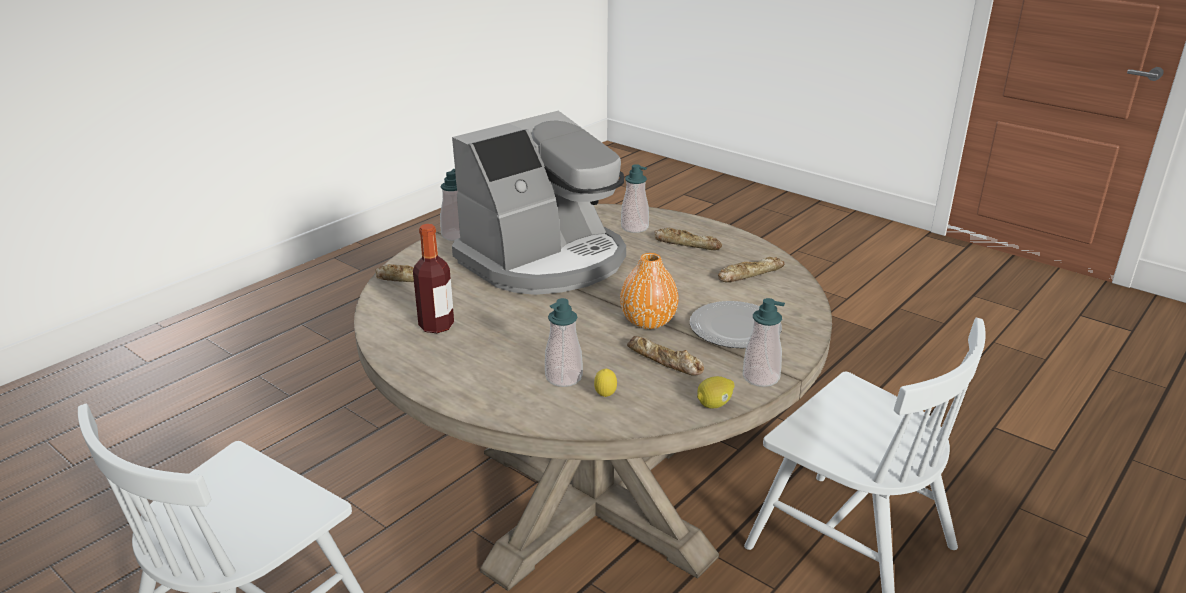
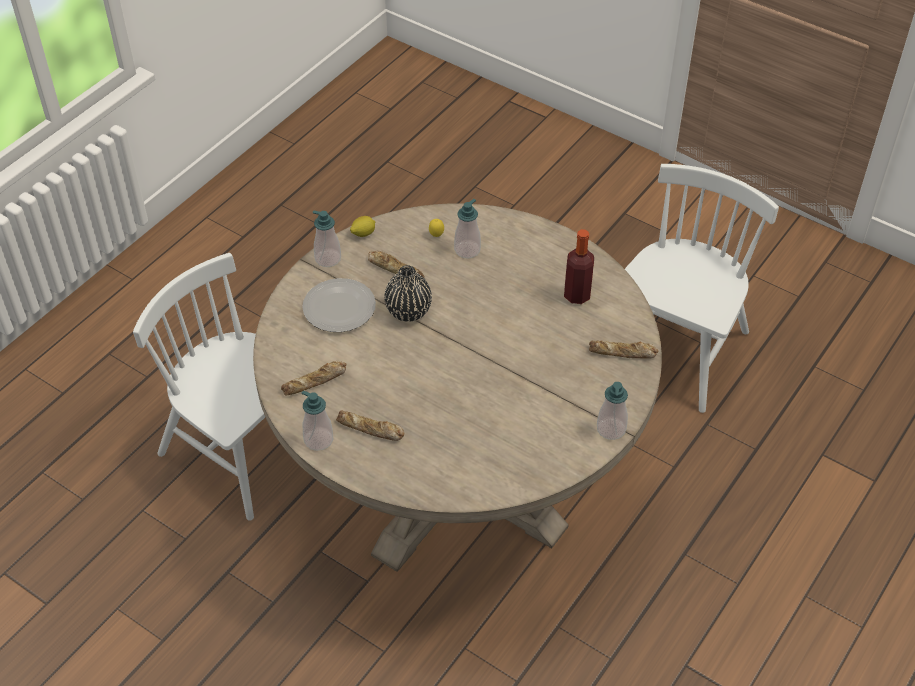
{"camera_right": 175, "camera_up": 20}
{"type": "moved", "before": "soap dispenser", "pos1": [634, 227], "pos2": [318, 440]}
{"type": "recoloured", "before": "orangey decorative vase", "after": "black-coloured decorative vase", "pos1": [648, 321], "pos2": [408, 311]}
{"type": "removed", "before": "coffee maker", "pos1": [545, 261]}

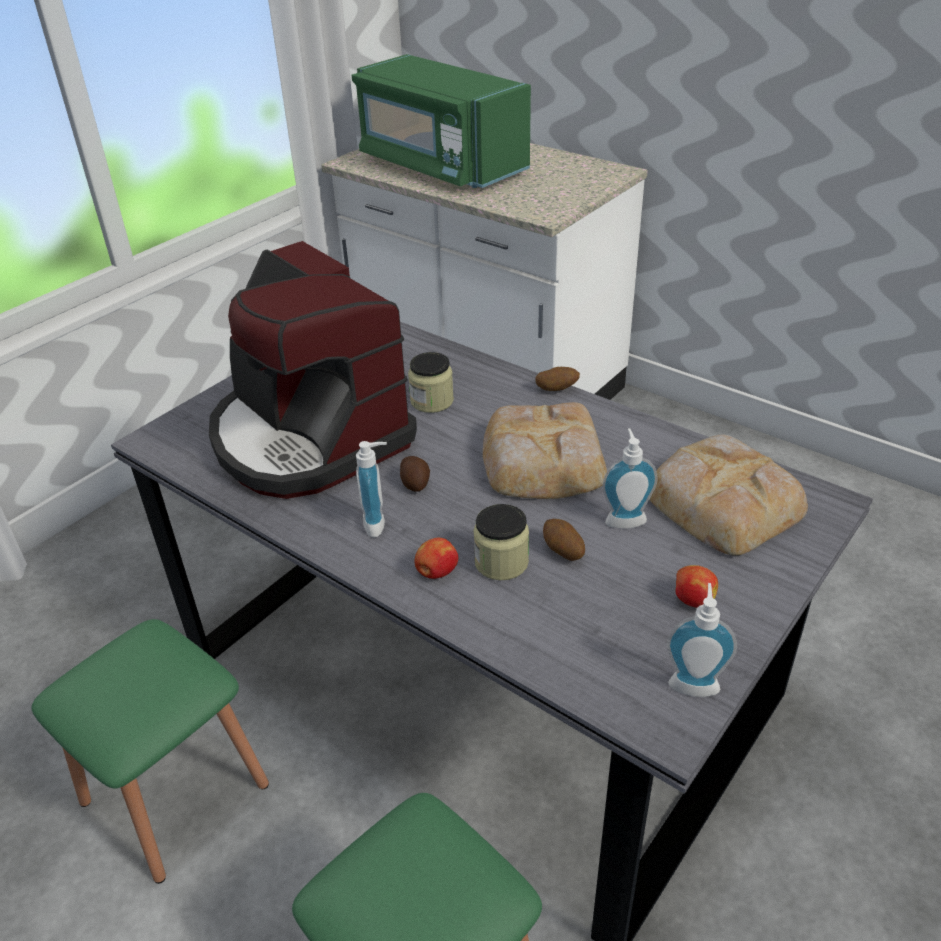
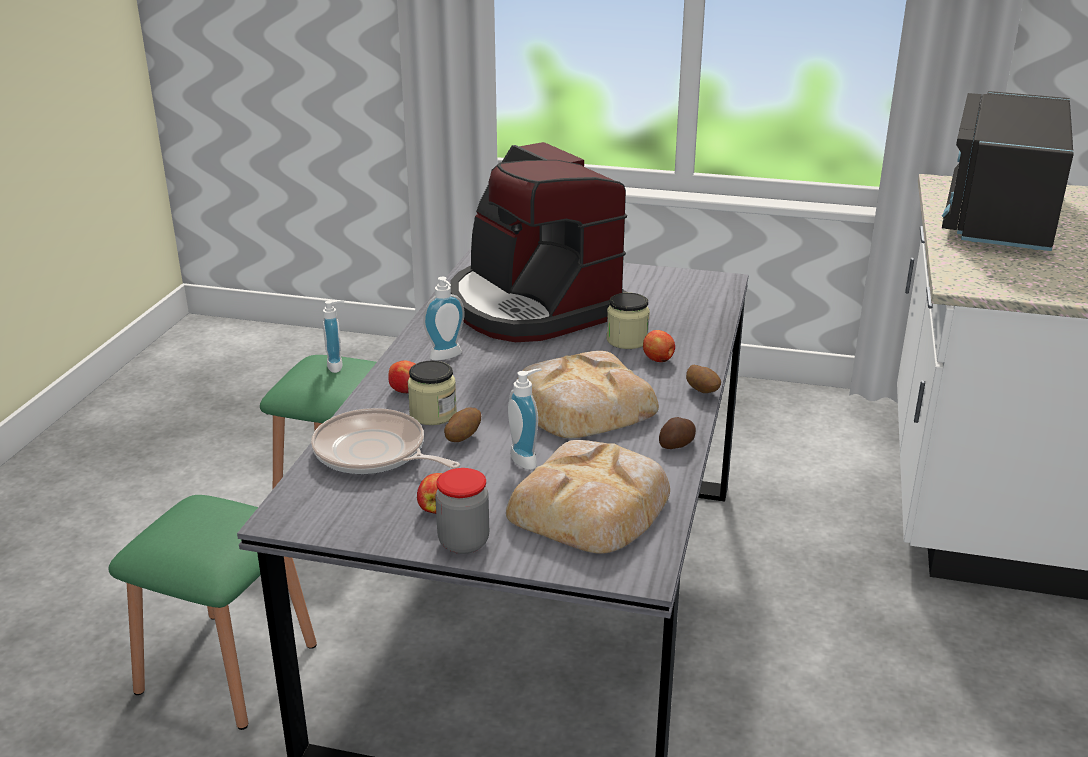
{"camera_right": 65, "camera_up": -10}
{"type": "added", "after": "frying pan", "pos2": [374, 453]}
{"type": "moved", "before": "soap dispenser", "pos1": [693, 682], "pos2": [338, 366]}
{"type": "added", "after": "storage jar", "pos2": [463, 542]}
{"type": "turned", "before": "coffee maker", "pos1": [308, 437], "pos2": [532, 306], "turn": -60}
{"type": "added", "after": "whole apple", "pos2": [658, 360]}
{"type": "moved", "before": "spud", "pos1": [415, 482], "pos2": [677, 445]}
{"type": "recoloured", "before": "green-coloured kitchen microwave", "after": "black-coloured kitchen microwave", "pos1": [440, 165], "pos2": [999, 217]}

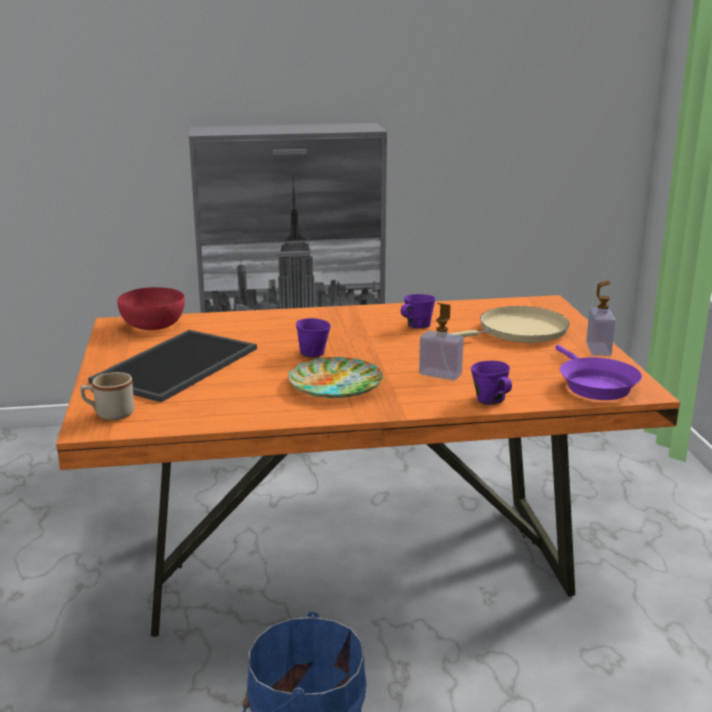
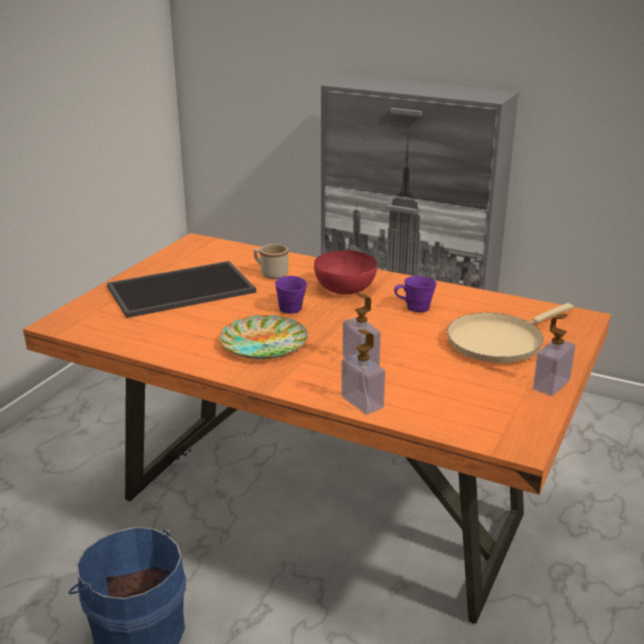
{"camera_right": 35, "camera_up": 5}
{"type": "moved", "before": "sand-coloured mug", "pos1": [109, 414], "pos2": [270, 273]}
{"type": "moved", "before": "reddish serving bowl", "pos1": [152, 325], "pos2": [344, 288]}
{"type": "replaced", "before": "purple mug", "after": "soap dispenser", "pos1": [491, 401], "pos2": [362, 402]}
{"type": "turned", "before": "sand-coloured frying pan", "pos1": [517, 332], "pos2": [499, 341], "turn": 135}
{"type": "removed", "before": "purple frying pan", "pos1": [594, 385]}

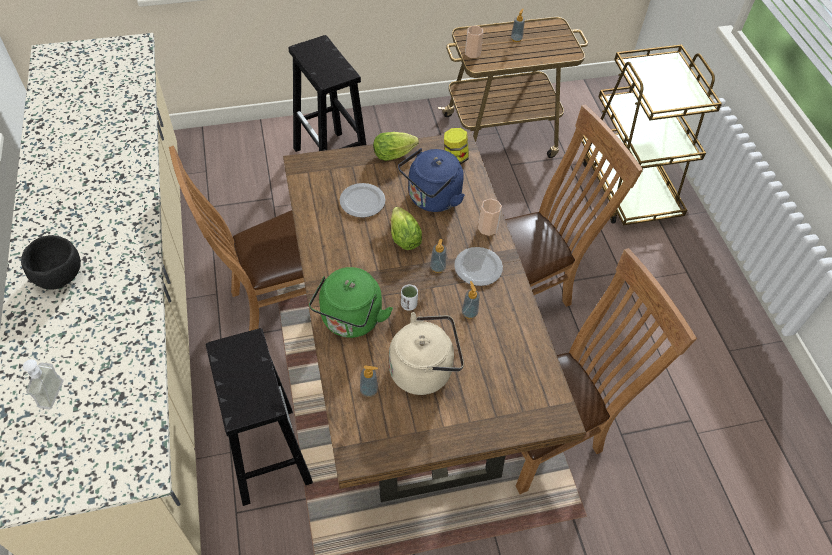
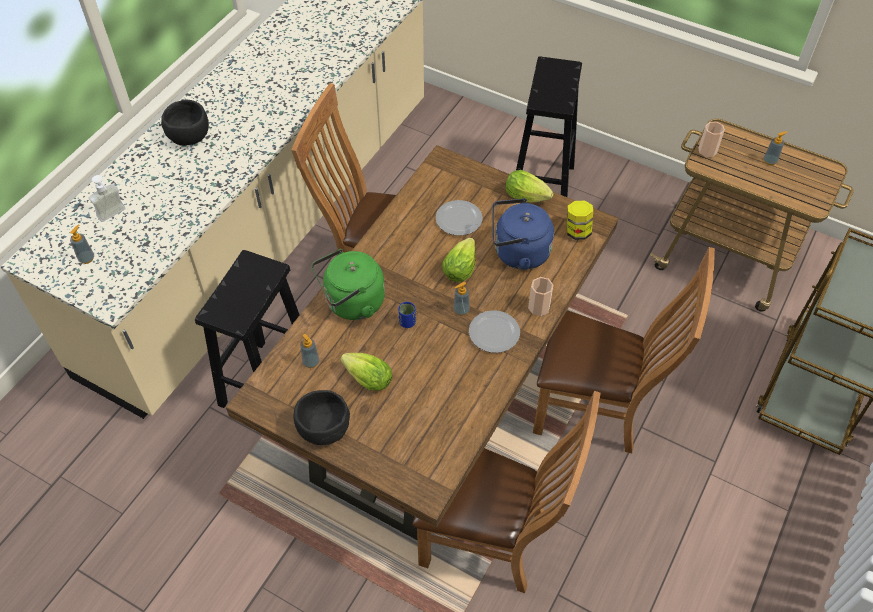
{"camera_right": 45, "camera_up": 0}
{"type": "moved", "before": "soap dispenser", "pos1": [469, 313], "pos2": [86, 258]}
{"type": "added", "after": "black-coloured serving bowl", "pos2": [324, 431]}
{"type": "replaced", "before": "sand-coloured tea kettle", "after": "lettuce", "pos1": [424, 370], "pos2": [365, 378]}
{"type": "recoloured", "before": "whitish drinking cup", "after": "blue-coloured drinking cup", "pos1": [408, 304], "pos2": [407, 322]}

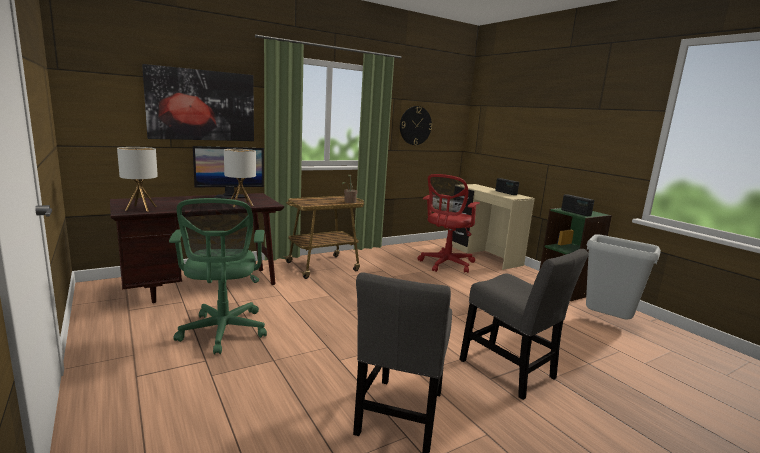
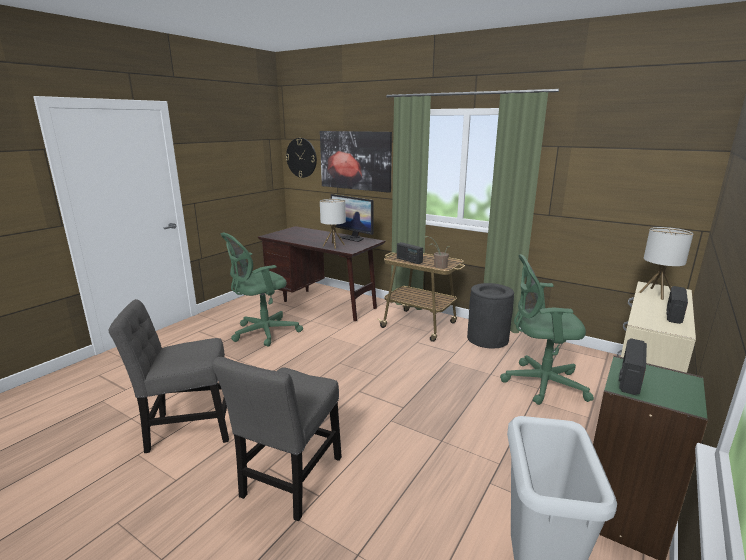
{"camera_right": 65, "camera_up": 5}
{"type": "moved", "before": "wall clock", "pos1": [415, 125], "pos2": [301, 157]}
{"type": "added", "after": "radio", "pos2": [409, 260]}
{"type": "added", "after": "black-coloured rubbish bin", "pos2": [488, 338]}
{"type": "recoloured", "before": "reddish office chair", "after": "green-coloured office chair", "pos1": [445, 264], "pos2": [540, 383]}
{"type": "moved", "before": "table lamp", "pos1": [141, 208], "pos2": [656, 293]}

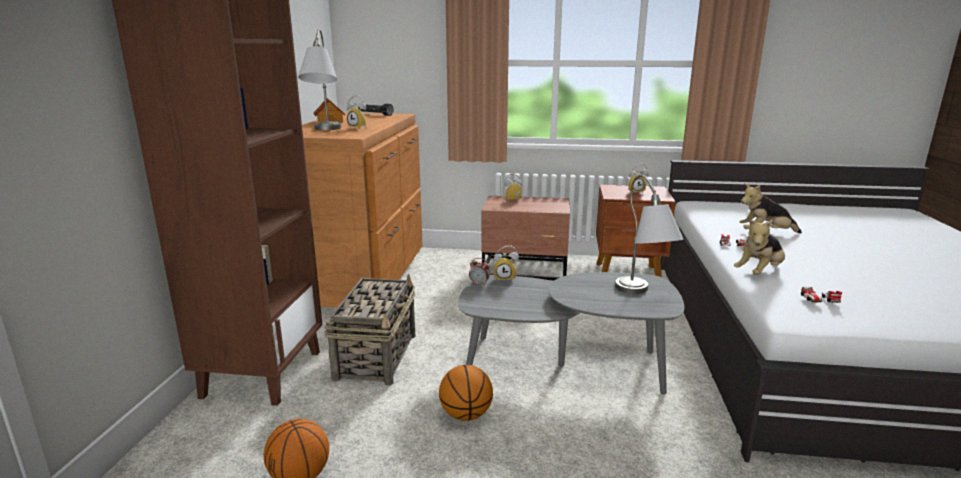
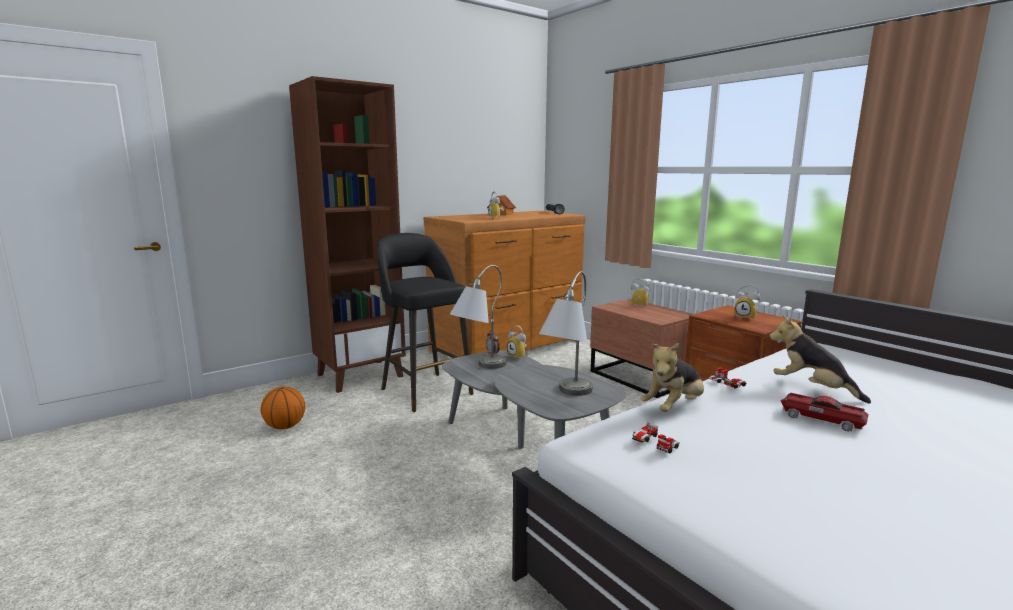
{"camera_right": 45, "camera_up": -5}
{"type": "replaced", "before": "storage basket", "after": "black-coloured stool", "pos1": [377, 356], "pos2": [425, 390]}
{"type": "moved", "before": "greyish table lamp", "pos1": [324, 131], "pos2": [478, 369]}
{"type": "turned", "before": "cuddly toy", "pos1": [759, 273], "pos2": [674, 407], "turn": -45}
{"type": "added", "after": "miniature car", "pos2": [821, 419]}
{"type": "removed", "before": "ball for basketball", "pos1": [466, 415]}

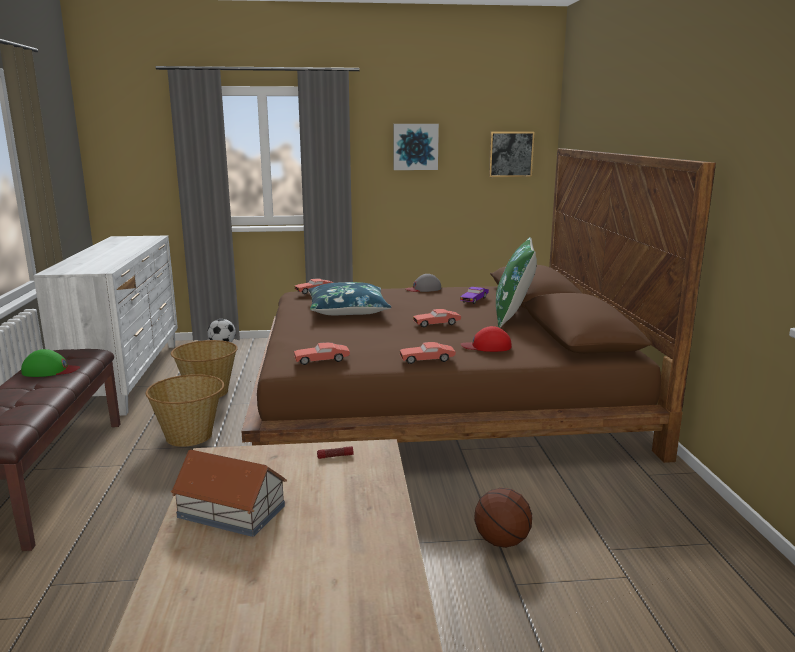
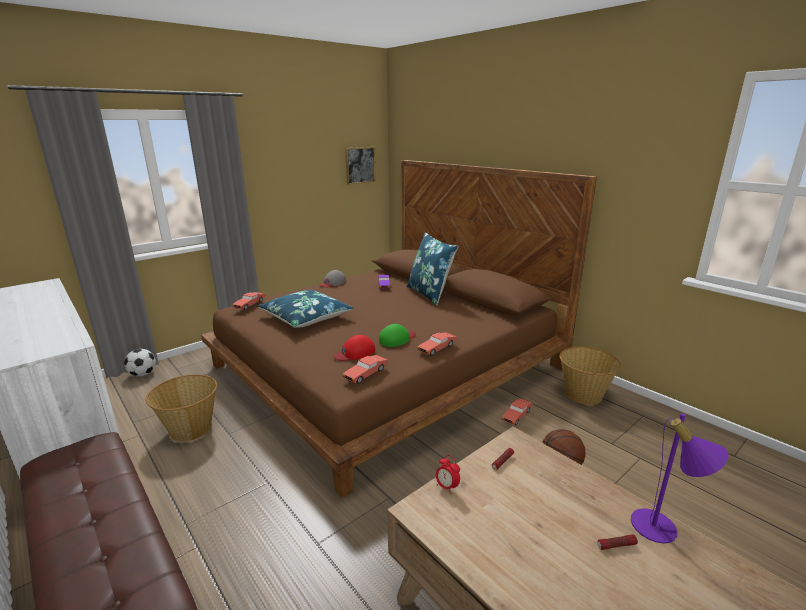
{"camera_right": -35, "camera_up": 5}
{"type": "moved", "before": "reddish cap", "pos1": [487, 346], "pos2": [355, 353]}
{"type": "moved", "before": "green-coloured cap", "pos1": [50, 370], "pos2": [397, 339]}
{"type": "recoloured", "before": "green-coloured cushion", "after": "blue-coloured cushion", "pos1": [513, 316], "pos2": [430, 294]}
{"type": "added", "after": "table clock", "pos2": [447, 487]}
{"type": "moved", "before": "reddish miniature car", "pos1": [437, 324], "pos2": [516, 415]}
{"type": "moved", "before": "storage basket", "pos1": [190, 436], "pos2": [584, 395]}
{"type": "added", "after": "hand torch", "pos2": [616, 545]}
{"type": "added", "after": "purple table lamp", "pos2": [663, 530]}
{"type": "removed", "before": "model house", "pos1": [231, 510]}
{"type": "removed", "before": "wall art", "pos1": [415, 147]}

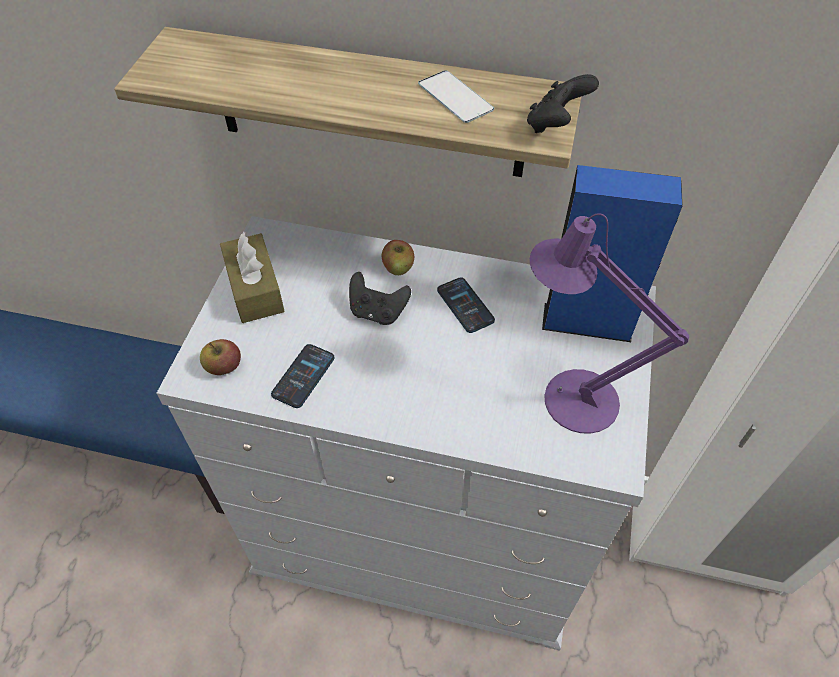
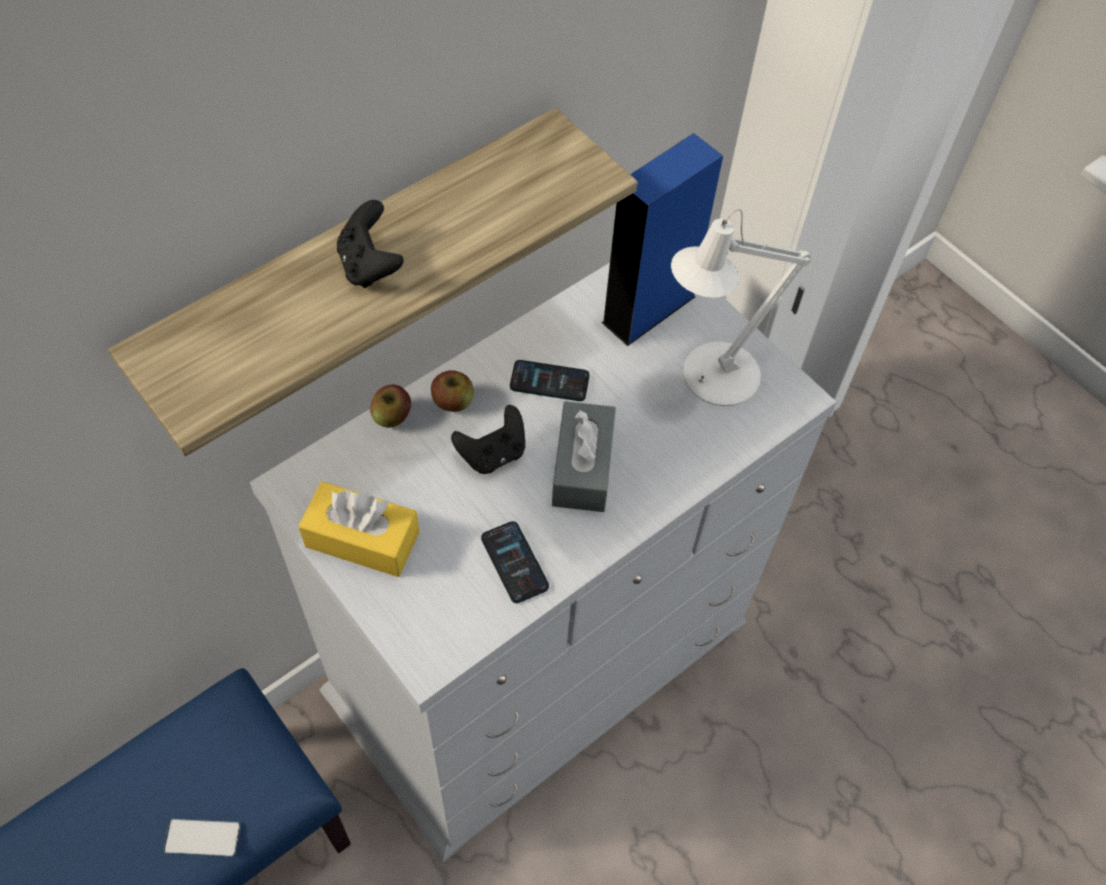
{"camera_right": -55, "camera_up": 5}
{"type": "moved", "before": "handset", "pos1": [455, 97], "pos2": [202, 838]}
{"type": "recoloured", "before": "brownish box of tissues", "after": "yellowish box of tissues", "pos1": [255, 289], "pos2": [362, 539]}
{"type": "moved", "before": "black-coloured gamepad", "pos1": [556, 125], "pos2": [370, 265]}
{"type": "moved", "before": "whole apple", "pos1": [224, 367], "pos2": [392, 416]}
{"type": "added", "after": "greyish box of tissues", "pos2": [582, 467]}
{"type": "recoloured", "before": "purple table lamp", "after": "whitish table lamp", "pos1": [570, 396], "pos2": [711, 378]}

